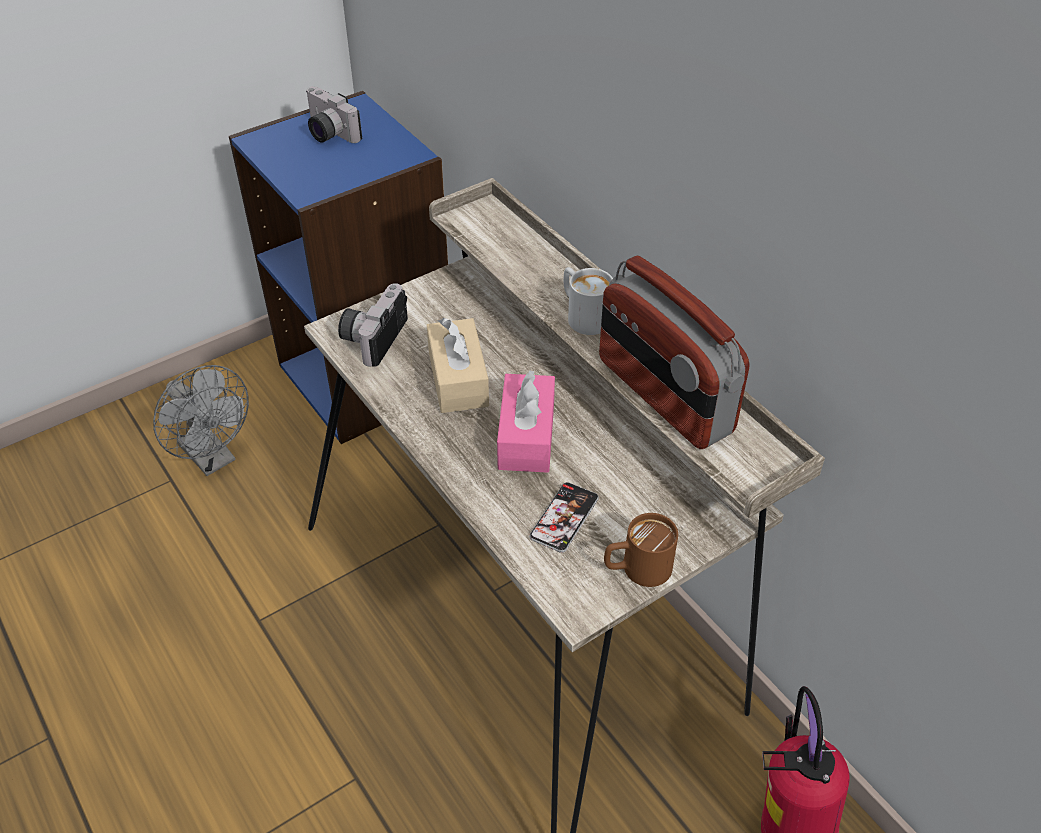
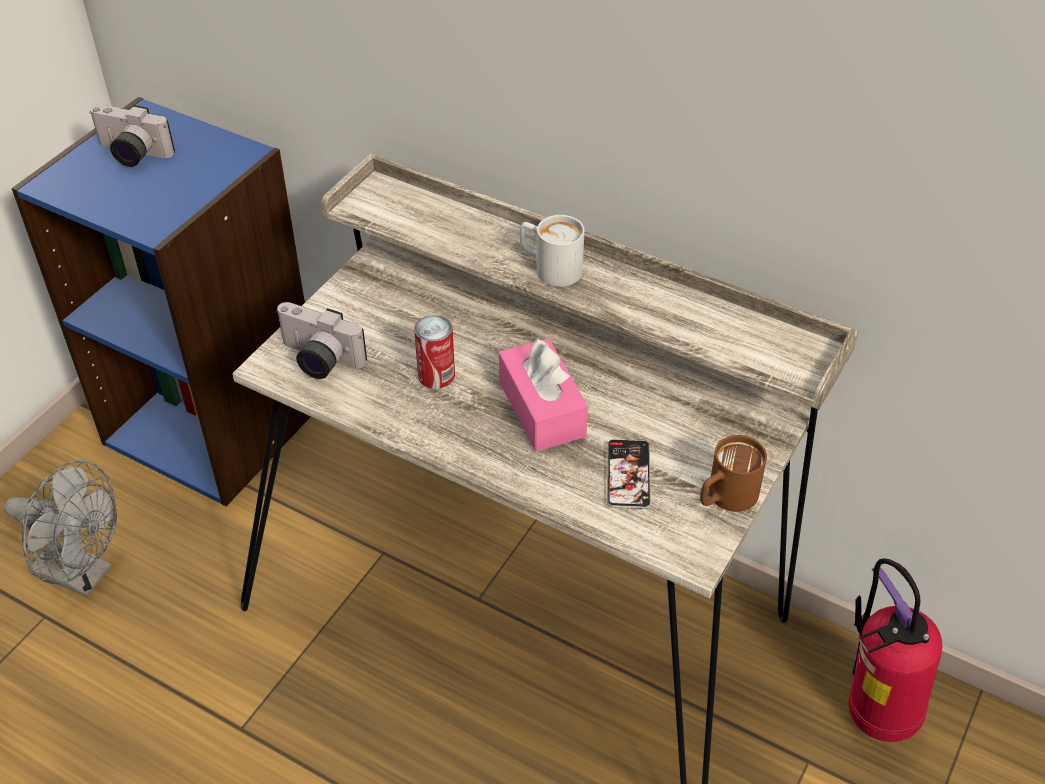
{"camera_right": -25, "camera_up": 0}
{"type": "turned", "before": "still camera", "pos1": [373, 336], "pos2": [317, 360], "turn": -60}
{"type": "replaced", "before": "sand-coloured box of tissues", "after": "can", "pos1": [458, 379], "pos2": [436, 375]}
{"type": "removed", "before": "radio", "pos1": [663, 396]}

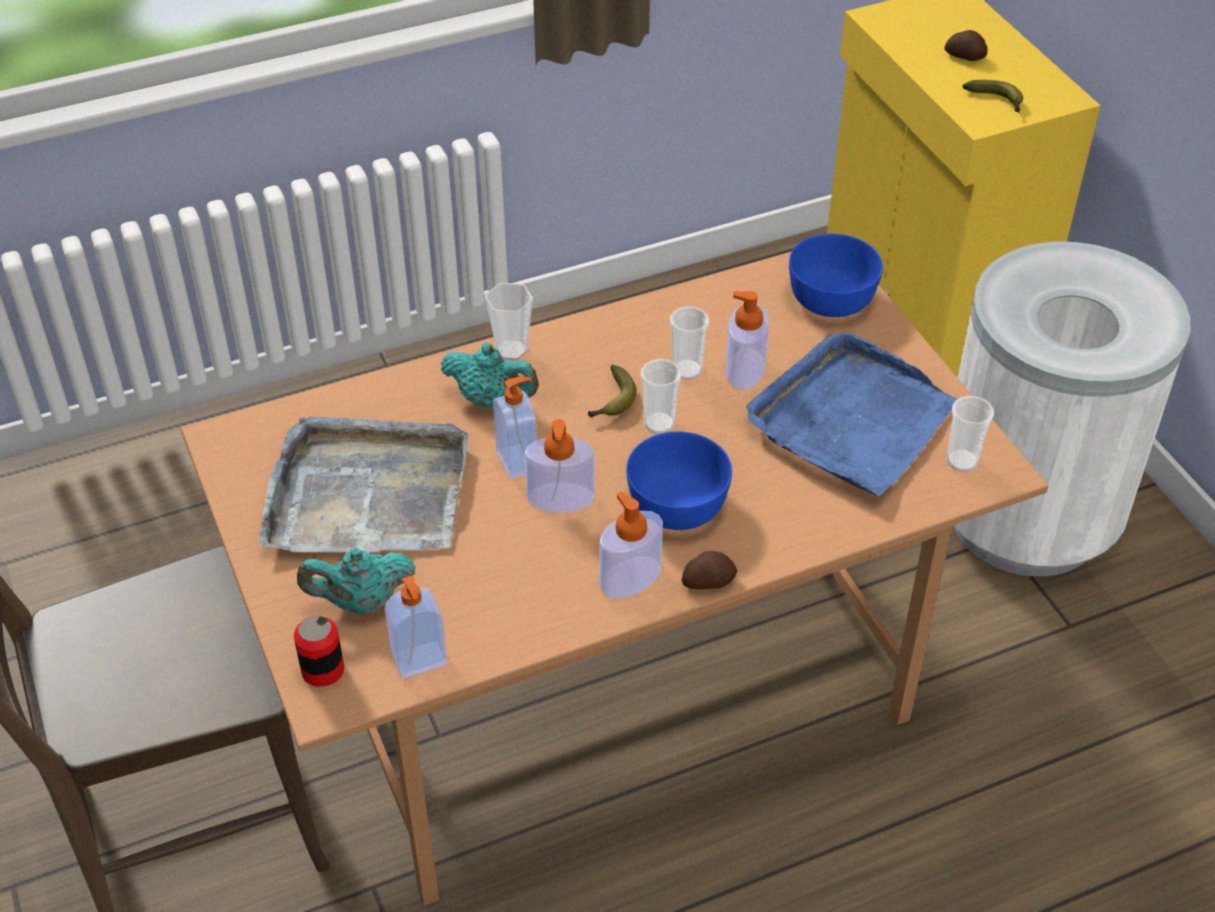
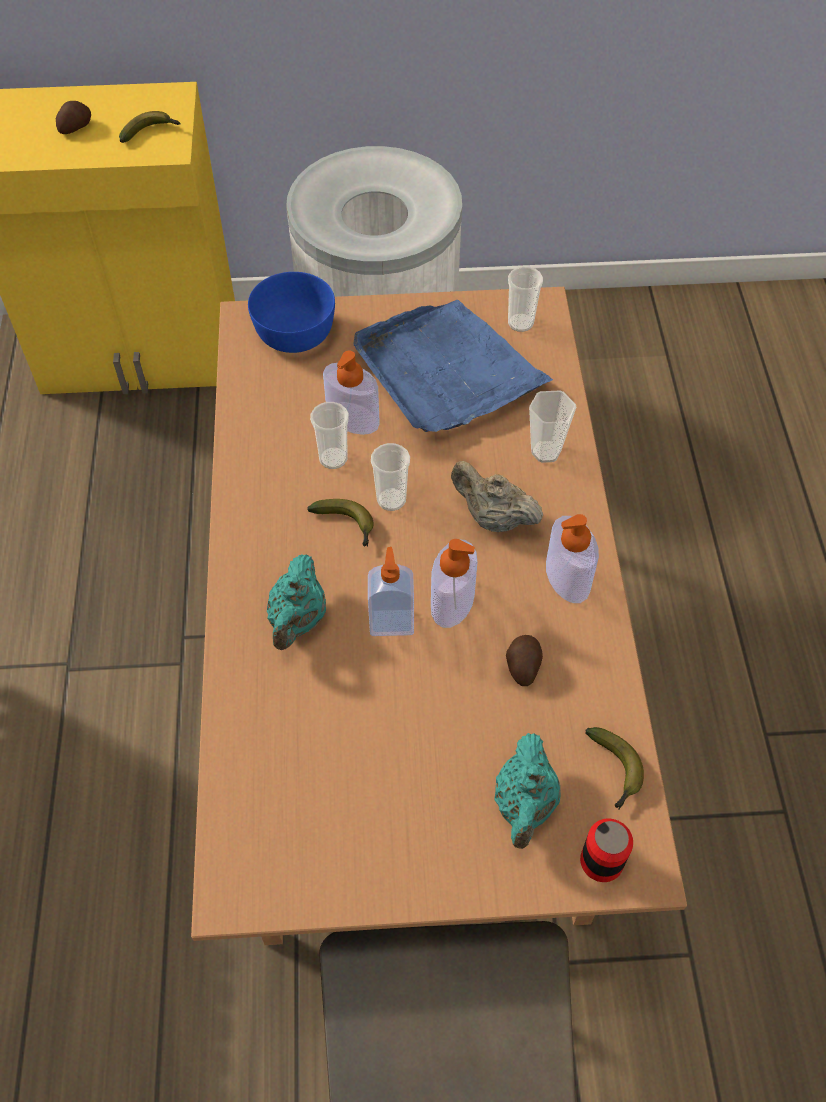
{"camera_right": -70, "camera_up": 10}
{"type": "turned", "before": "blue-green teapot", "pos1": [492, 400], "pos2": [298, 620], "turn": 150}
{"type": "replaced", "before": "blue-coloured serving bowl", "after": "sand-coloured teapot", "pos1": [676, 503], "pos2": [493, 518]}
{"type": "moved", "before": "spud", "pos1": [708, 581], "pos2": [522, 666]}
{"type": "moved", "before": "drinking cup", "pos1": [511, 351], "pos2": [545, 452]}
{"type": "replaced", "before": "soap dispenser", "after": "banana", "pos1": [420, 661], "pos2": [614, 771]}
{"type": "removed", "before": "greyish tray", "pos1": [366, 493]}

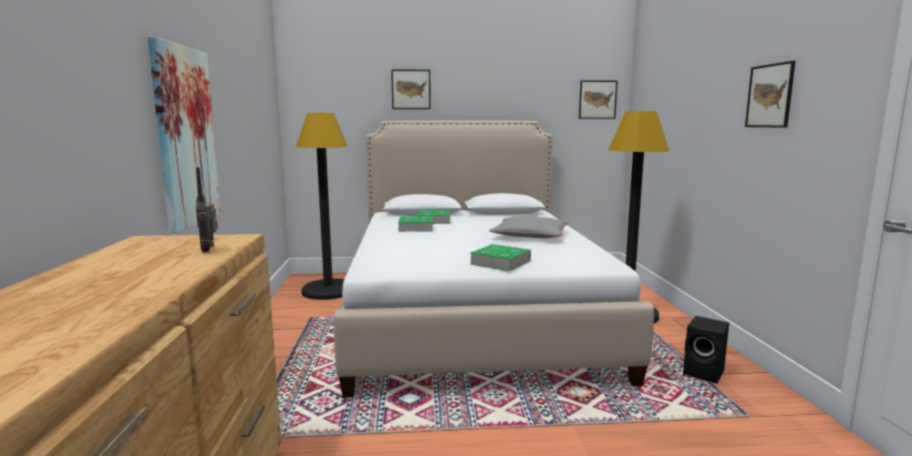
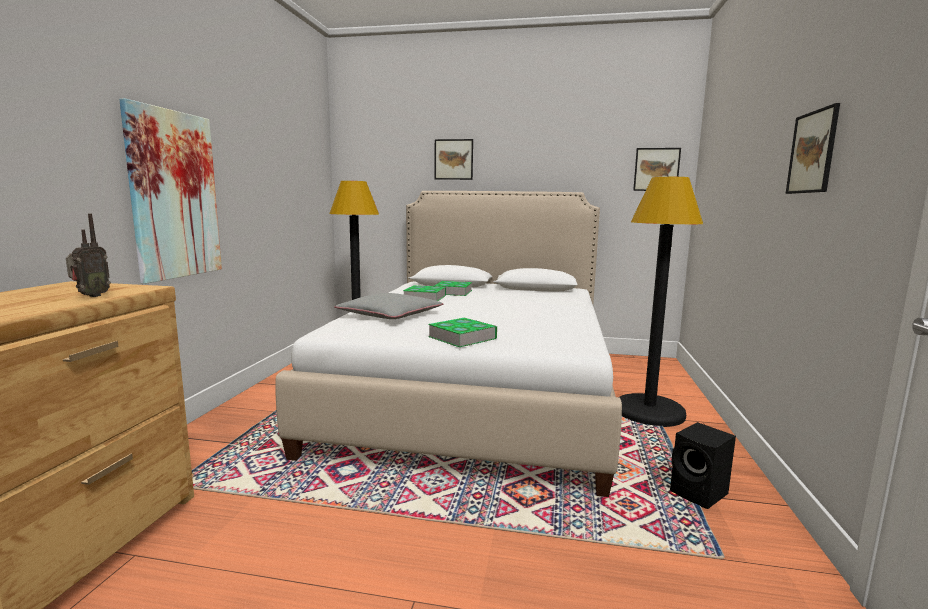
{"camera_right": 15, "camera_up": 0}
{"type": "turned", "before": "radio", "pos1": [209, 250], "pos2": [90, 296], "turn": -150}
{"type": "moved", "before": "greyish cushion", "pos1": [530, 235], "pos2": [390, 315]}

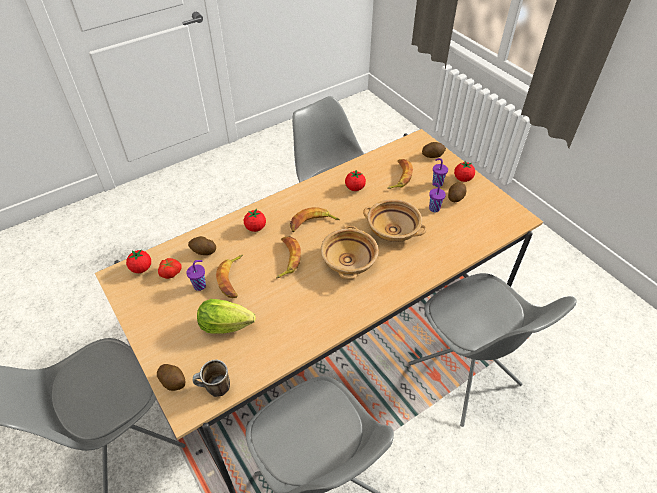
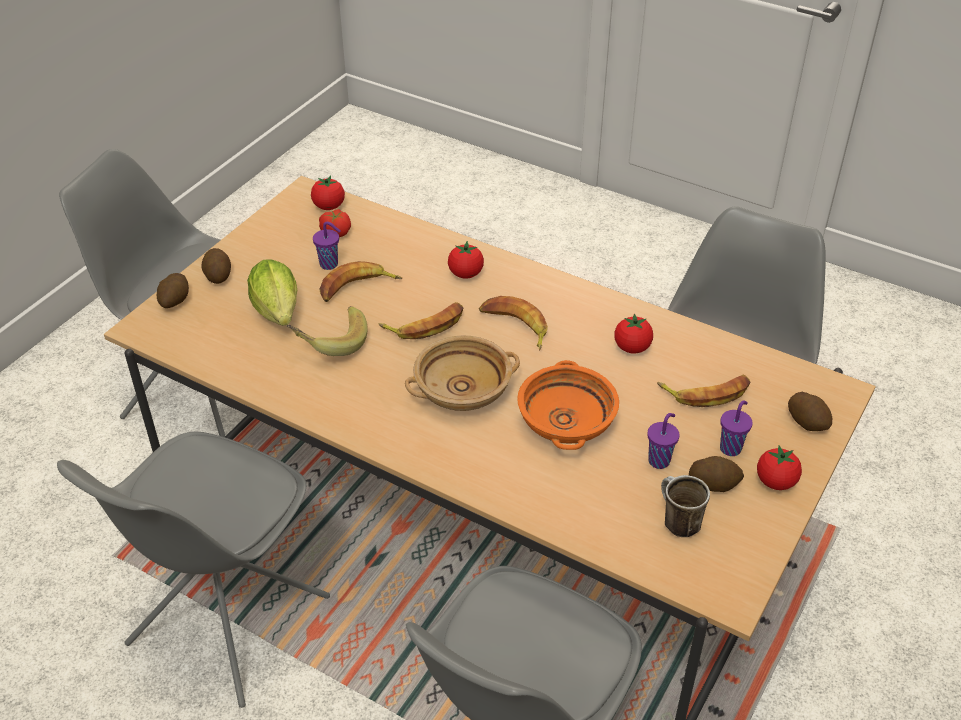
{"camera_right": 65, "camera_up": -5}
{"type": "moved", "before": "spud", "pos1": [203, 251], "pos2": [218, 275]}
{"type": "added", "after": "banana", "pos2": [329, 342]}
{"type": "recoloured", "before": "sand-coloured serving bowl", "after": "orangey serving bowl", "pos1": [393, 230], "pos2": [567, 422]}
{"type": "moved", "before": "mug", "pos1": [214, 389], "pos2": [676, 522]}

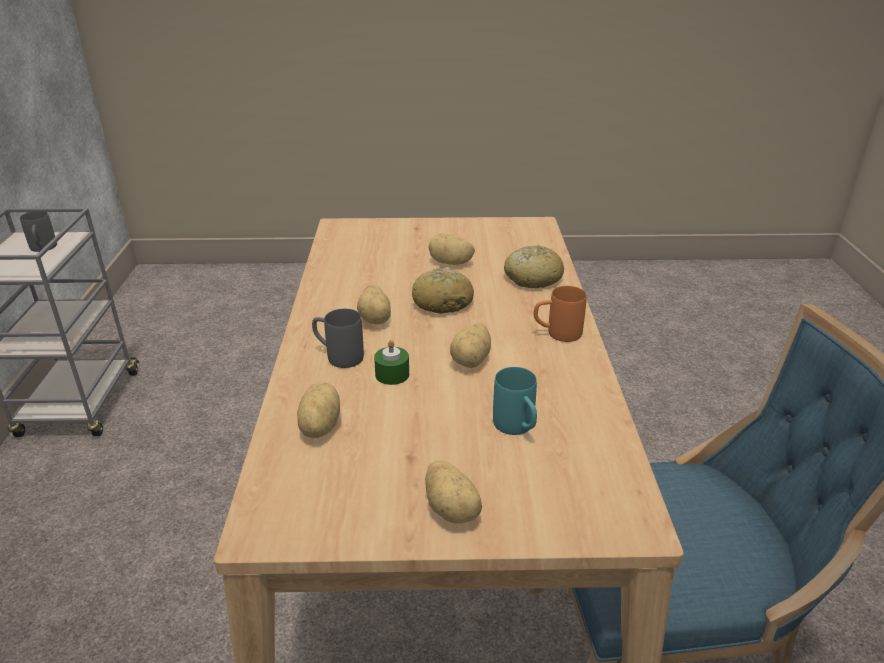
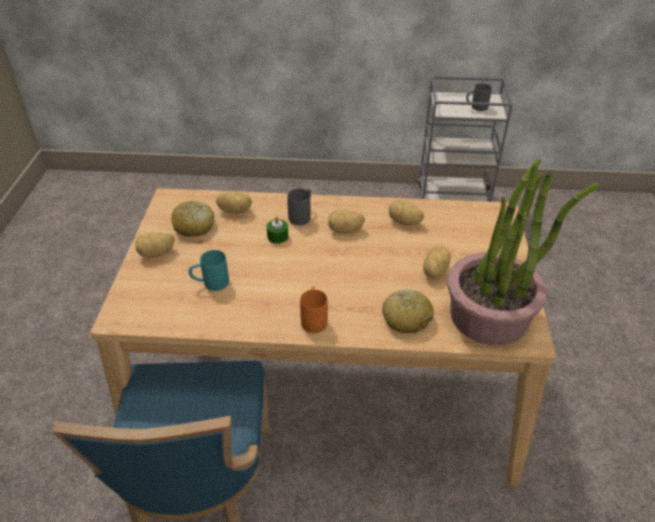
{"camera_right": 95, "camera_up": 10}
{"type": "moved", "before": "baked bread", "pos1": [443, 302], "pos2": [194, 226]}
{"type": "moved", "before": "spud", "pos1": [472, 360], "pos2": [404, 222]}
{"type": "added", "after": "houseplant", "pos2": [490, 315]}

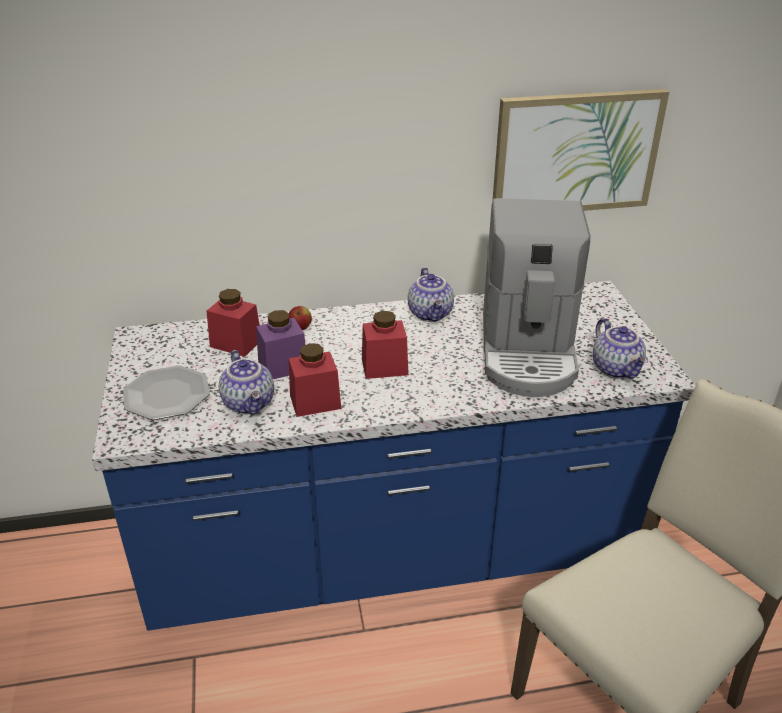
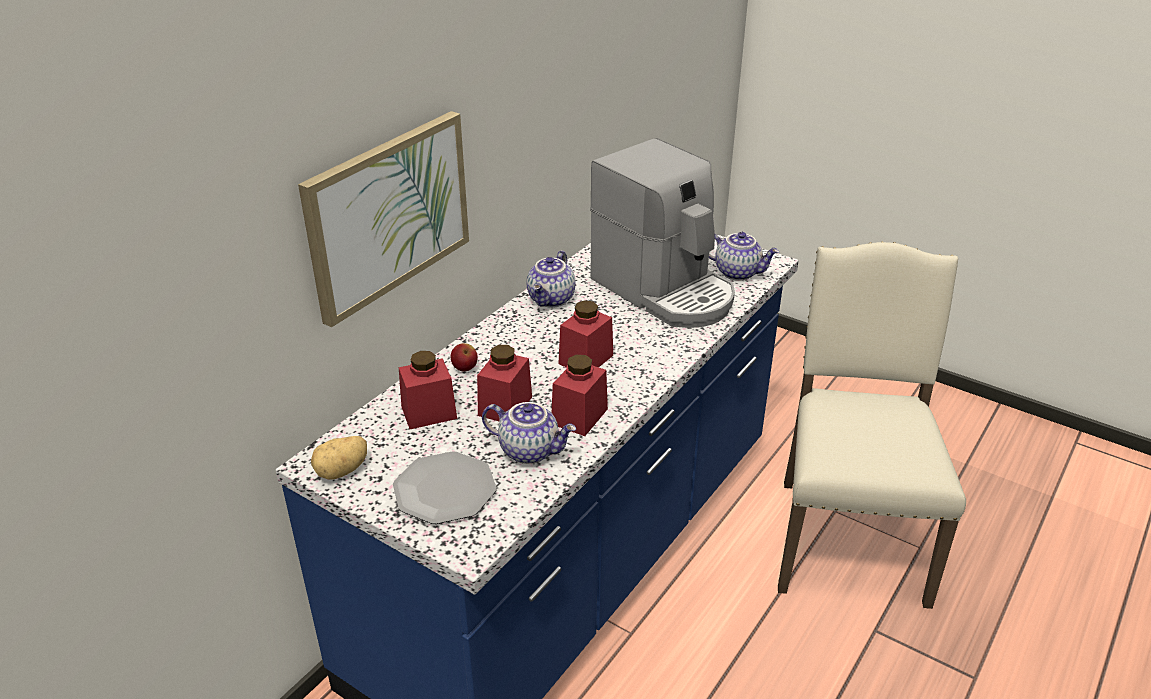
{"camera_right": -45, "camera_up": 0}
{"type": "moved", "before": "wall art", "pos1": [575, 153], "pos2": [388, 214]}
{"type": "added", "after": "spud", "pos2": [342, 471]}
{"type": "recoloured", "before": "purple storage jar", "after": "reddish storage jar", "pos1": [283, 366], "pos2": [505, 406]}
{"type": "turned", "before": "teapot", "pos1": [431, 314], "pos2": [552, 299], "turn": 75}

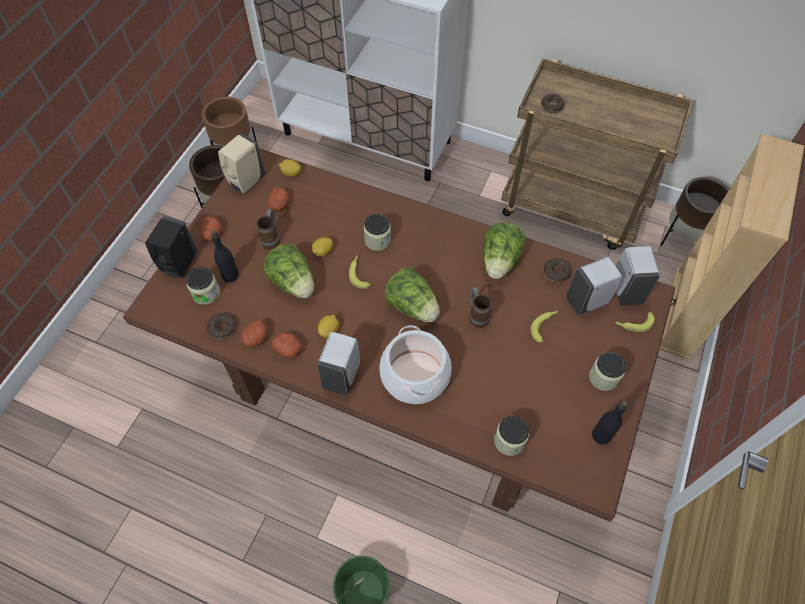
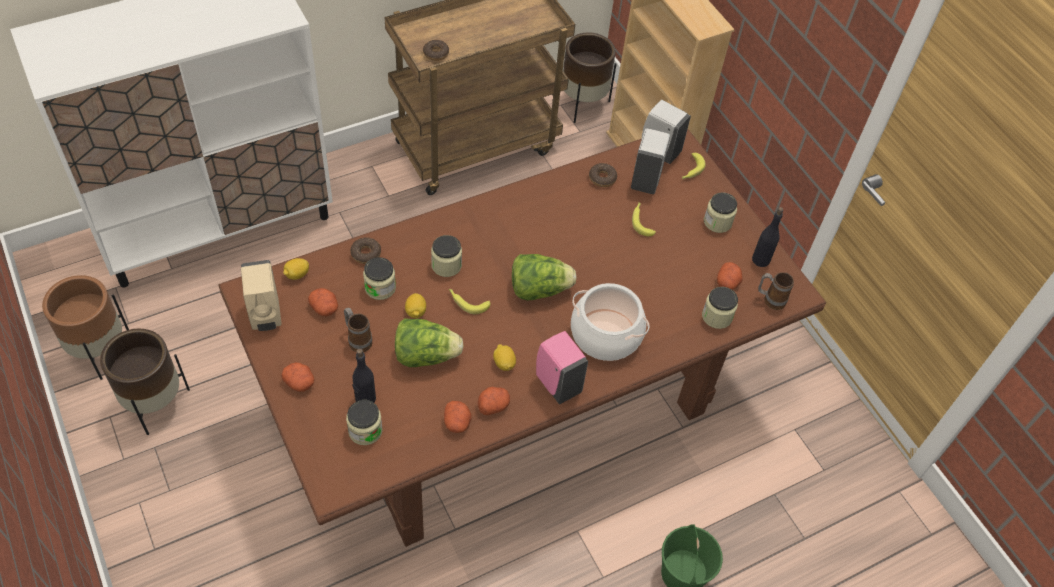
{"camera_right": -55, "camera_up": -5}
{"type": "moved", "before": "doughnut", "pos1": [222, 328], "pos2": [366, 253]}
{"type": "added", "after": "storage jar", "pos2": [380, 288]}
{"type": "recoloured", "before": "whitish soap dispenser", "after": "pink soap dispenser", "pos1": [342, 375], "pos2": [557, 383]}
{"type": "added", "after": "spud", "pos2": [727, 283]}
{"type": "moved", "before": "mug", "pos1": [477, 315], "pos2": [770, 300]}
{"type": "removed", "before": "black-coloured soap dispenser", "pos1": [179, 265]}
{"type": "removed", "before": "lettuce", "pos1": [500, 261]}

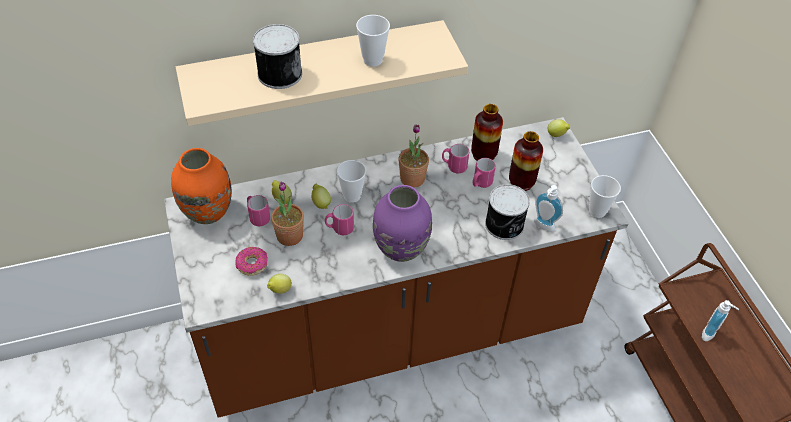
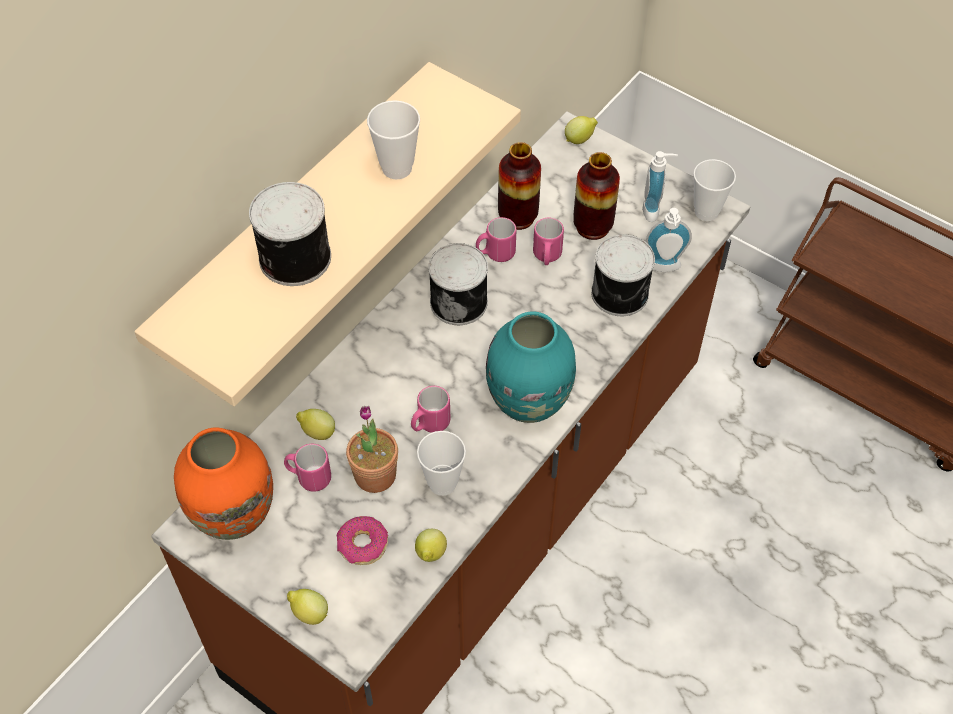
{"camera_right": -35, "camera_up": 5}
{"type": "moved", "before": "lemon", "pos1": [320, 203], "pos2": [309, 613]}
{"type": "moved", "before": "drinking cup", "pos1": [352, 196], "pos2": [442, 483]}
{"type": "replaced", "before": "houseplant", "after": "can", "pos1": [412, 178], "pos2": [459, 301]}
{"type": "recoloured", "before": "purple decorative vase", "after": "blue-green decorative vase", "pos1": [401, 249], "pos2": [529, 402]}
{"type": "moved", "before": "soap dispenser", "pos1": [711, 334], "pos2": [654, 210]}

